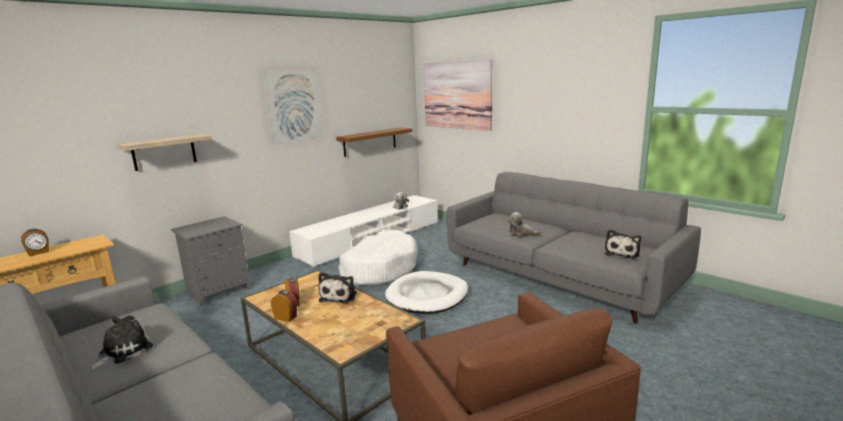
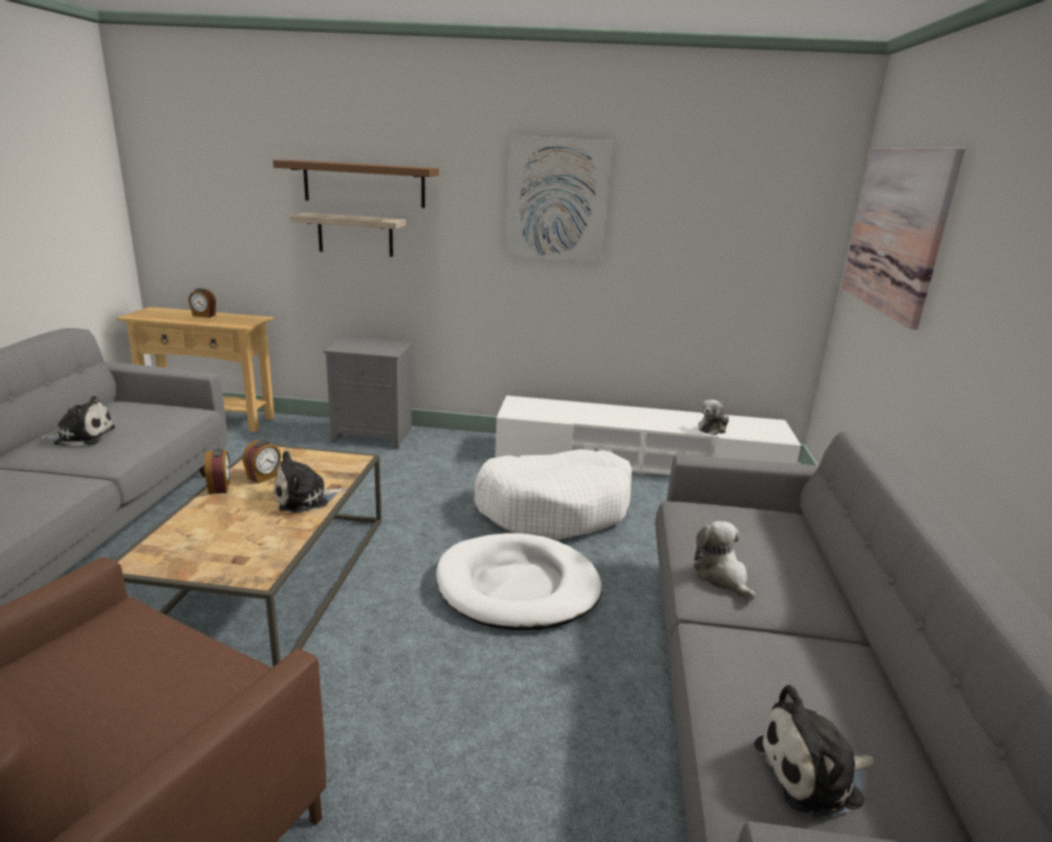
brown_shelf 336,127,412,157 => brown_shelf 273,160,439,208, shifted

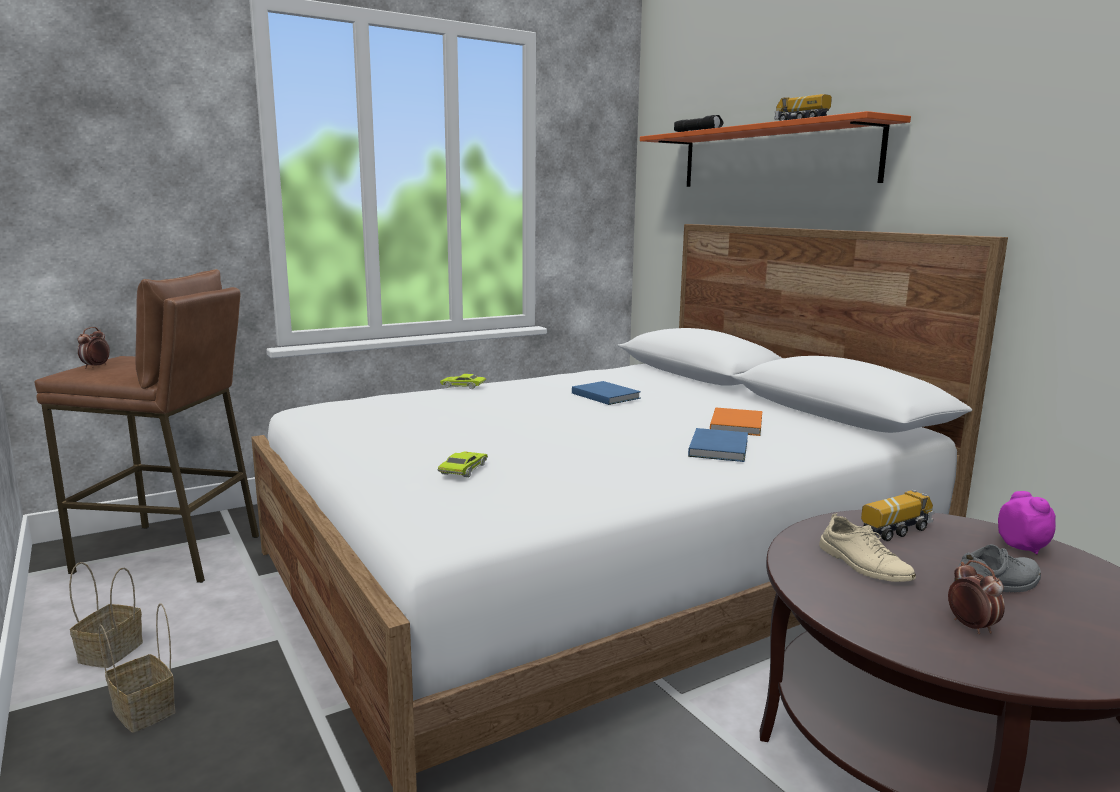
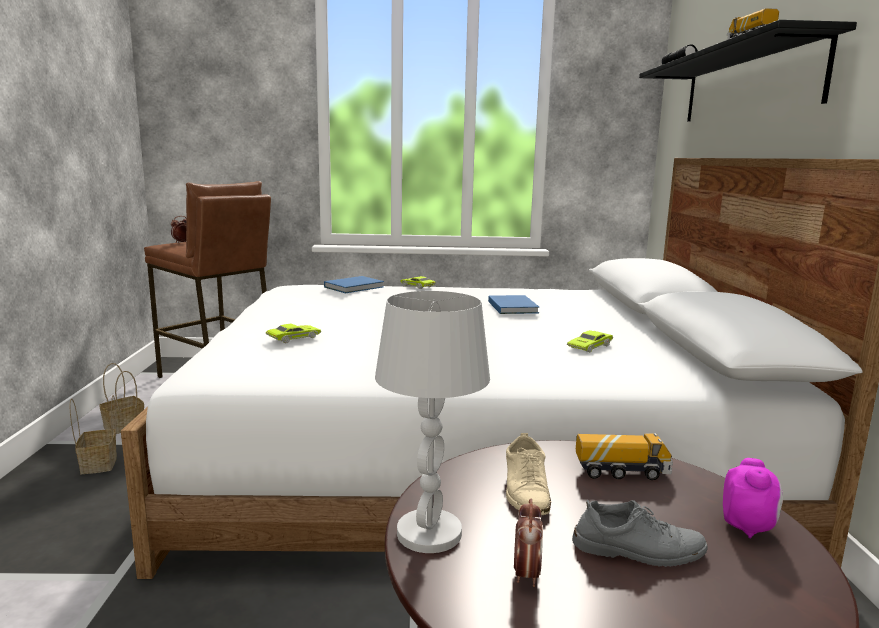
orange_shelf 640,111,911,187 => black_shelf 639,20,857,122
blue_book 688,428,748,462 => blue_book 324,276,384,293, shifted
orange_book 710,408,762,436 => green_toy_car 567,330,613,352
nothing => white_table_lamp 375,291,490,553

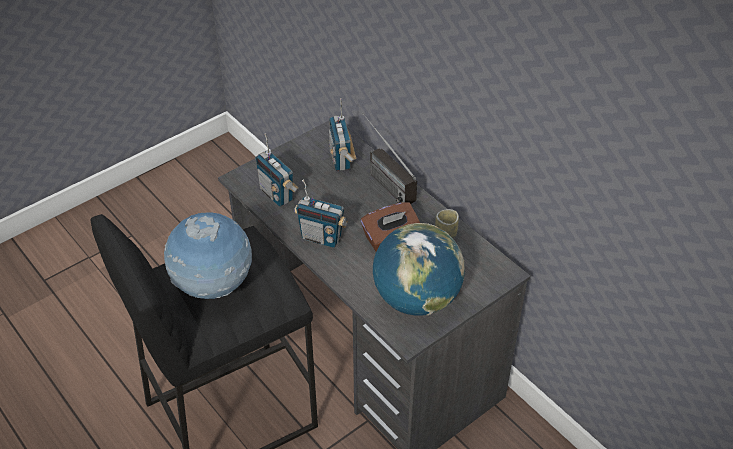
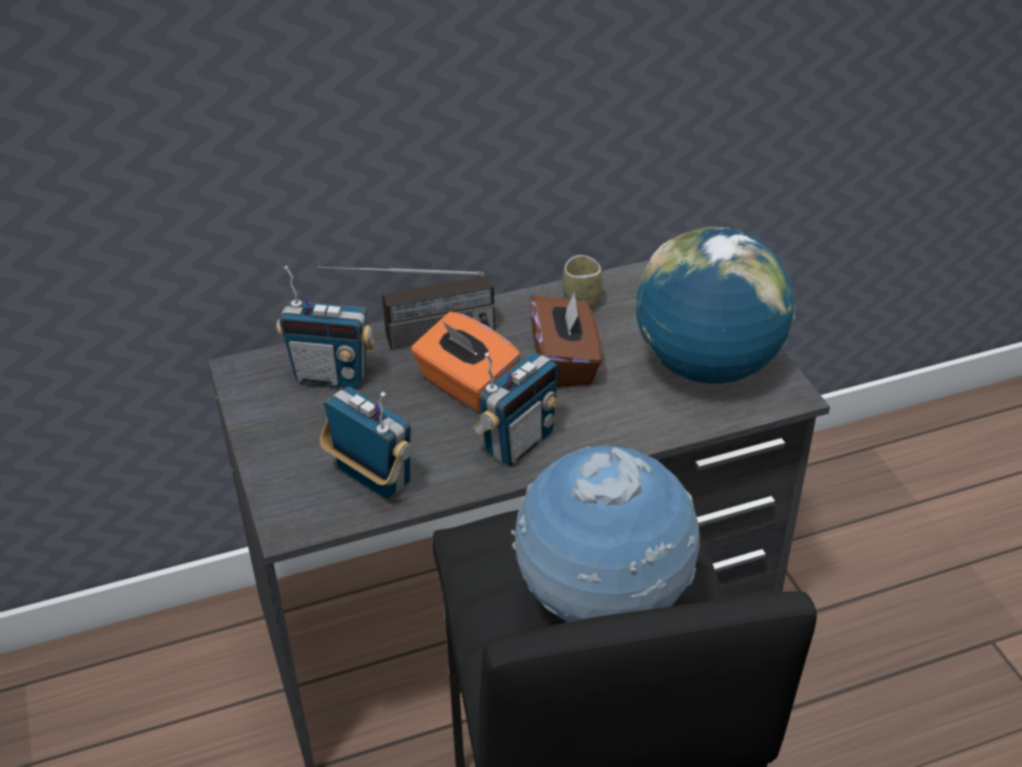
radio 255,133,299,207 => radio 320,386,412,500, 120 degrees counterclockwise
nothing => orange_tissue_box 411,312,521,411

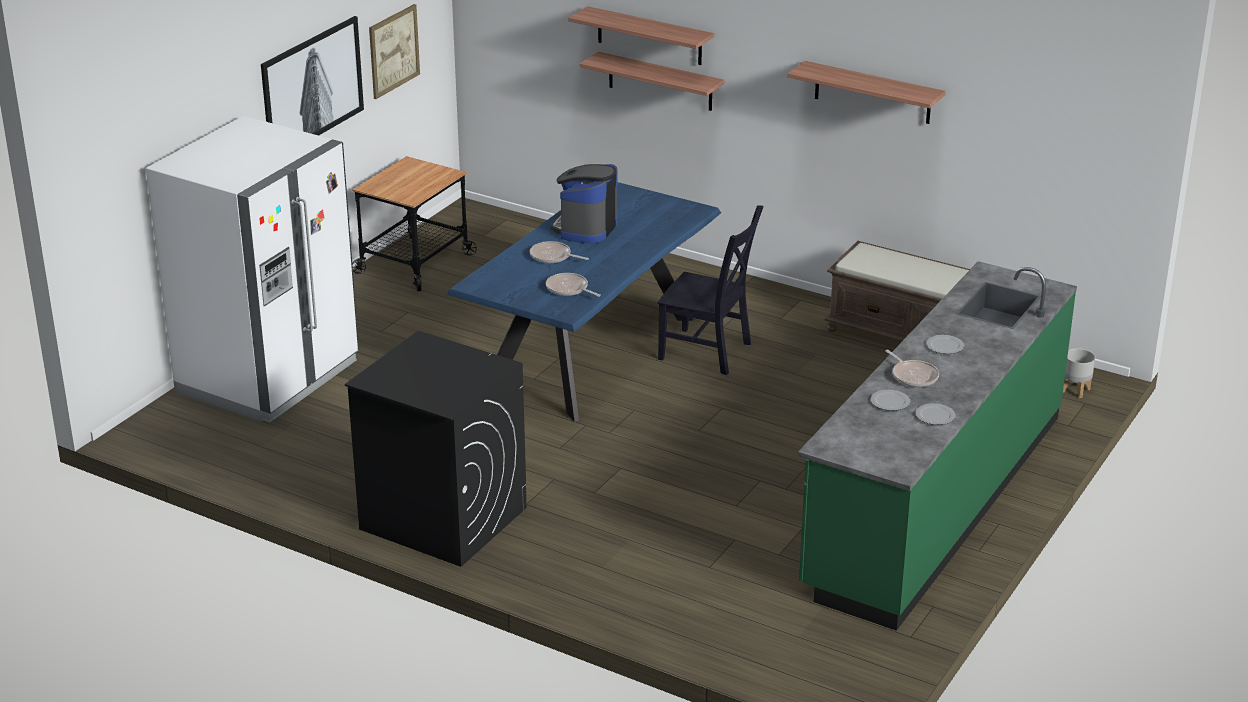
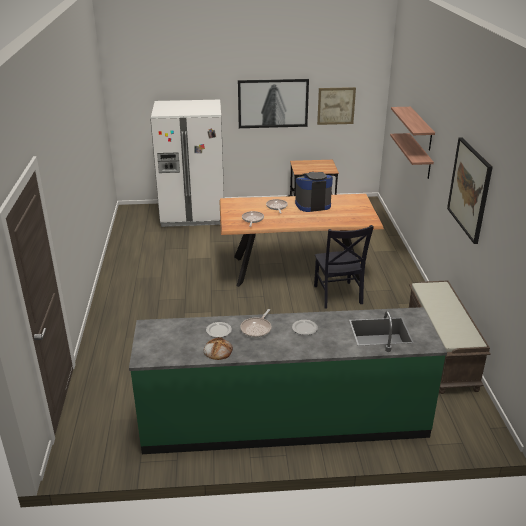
black_washing_machine 345,331,527,567 => nothing
blue_dining_table 447,182,721,422 => brown_dining_table 219,194,384,287
shelf 787,61,946,124 => picture 447,137,493,244
plate 916,403,956,425 => bread 204,337,233,360
grey_planter 1063,348,1095,398 => nothing

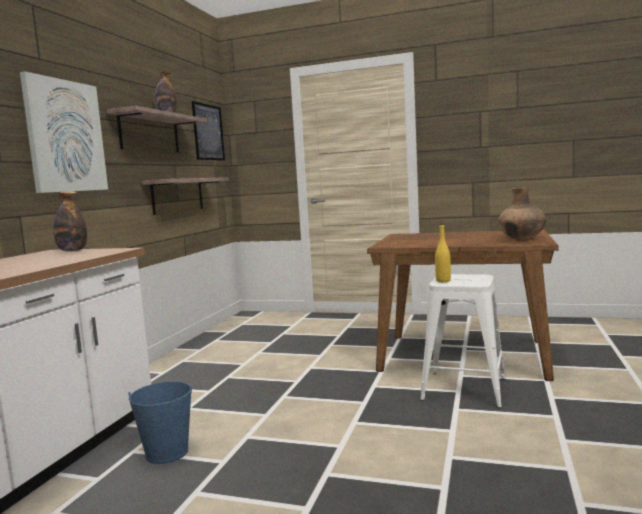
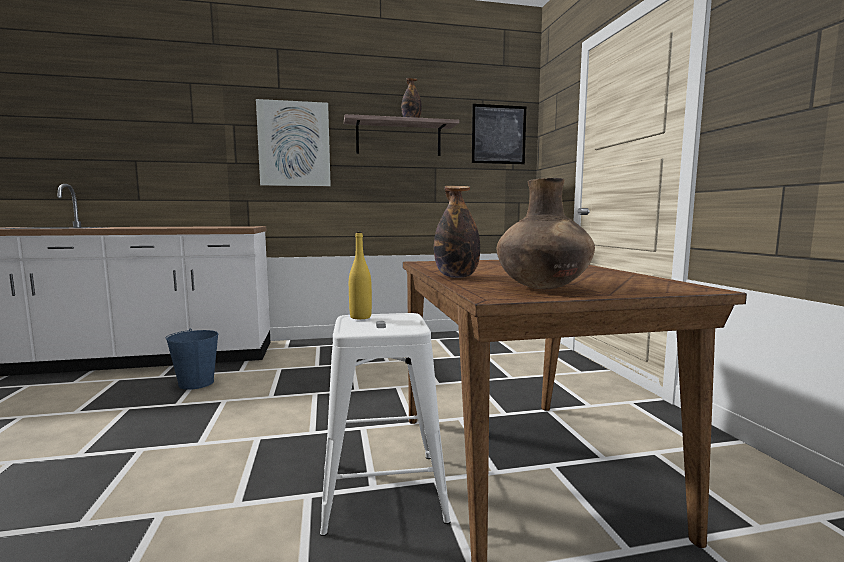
bottle 53,191,87,252 => bottle 434,186,480,278, shifted
shelf 142,177,229,215 => nothing

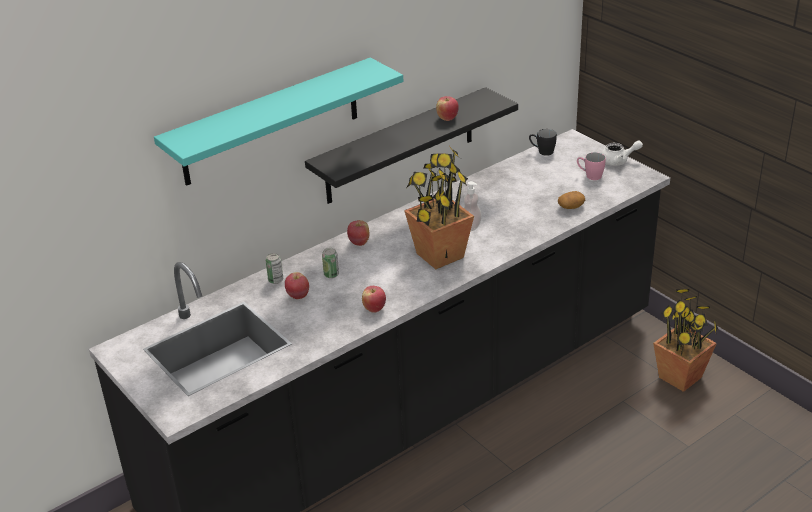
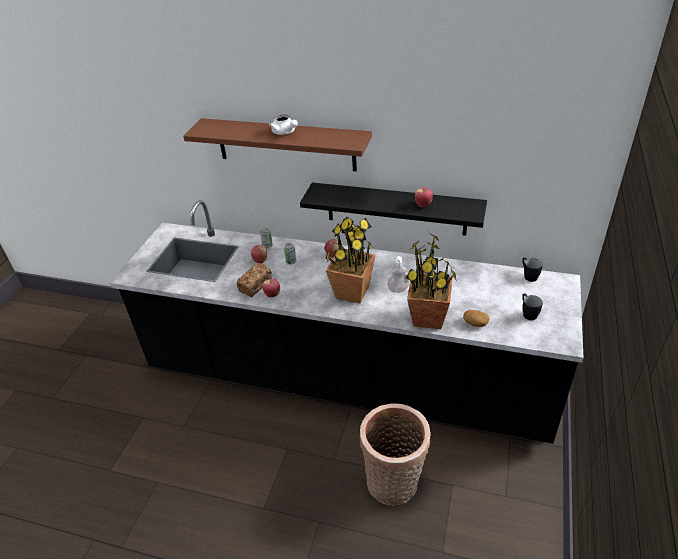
turquoise_shelf 154,58,403,186 => brown_shelf 183,118,372,171
pink_mug 577,152,606,180 => black_mug 522,293,543,320
white_teapot 601,140,643,166 => white_teapot 269,114,298,135, shifted
potted_plant 653,289,718,392 => potted_plant 406,232,457,329, shifted
nothing => bread 237,263,272,297
nothing => basket 360,403,431,506

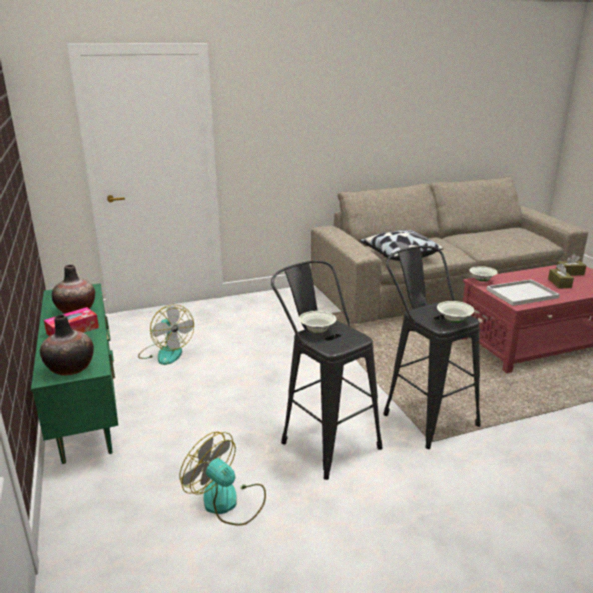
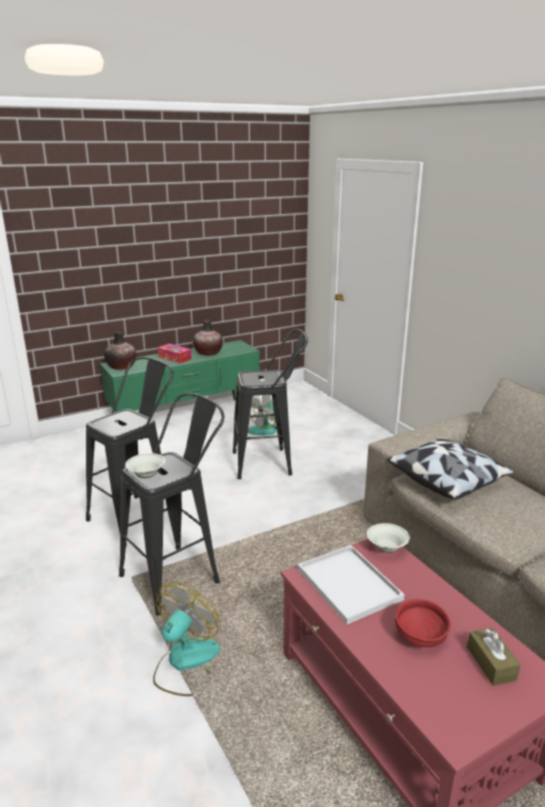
fan 179,432,266,526 => fan 153,582,220,696, shifted
white_bowl 299,311,336,333 => nothing
brown_tissue_box 548,263,574,288 => red_bowl 395,599,451,647
nothing => black_stool 233,329,308,479

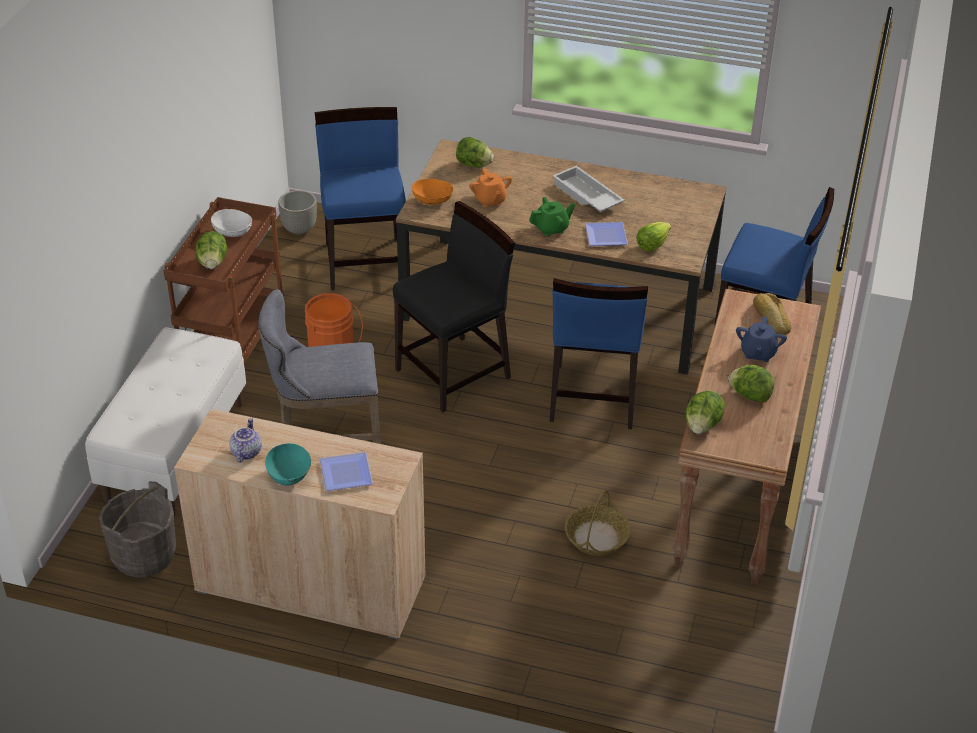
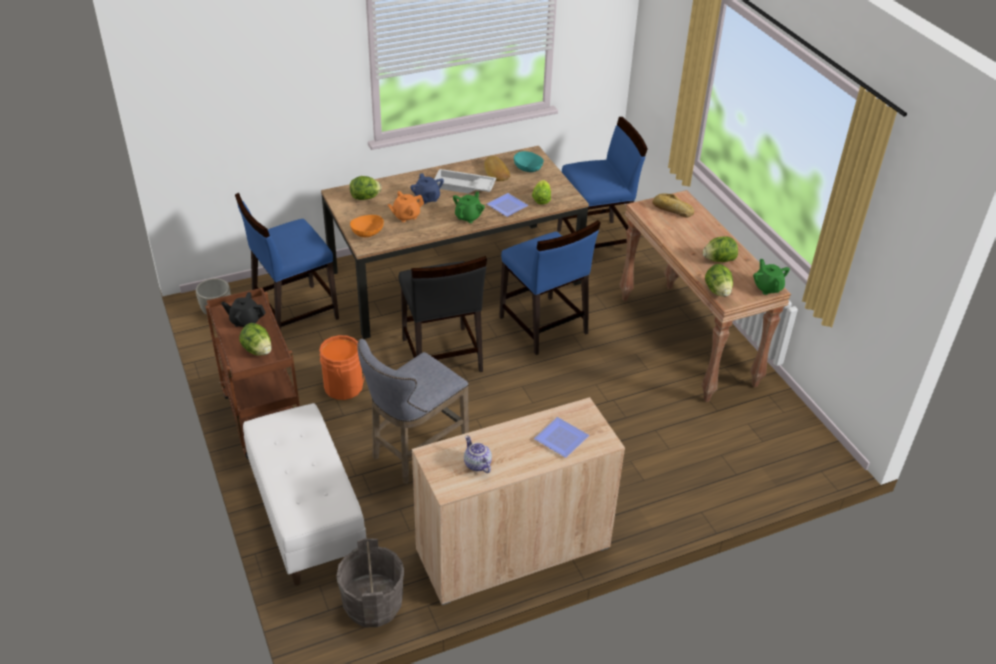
white_bowl 211,209,252,237 => black_teapot 221,292,266,327
turquoise_bowl 265,443,311,485 => turquoise_bowl 514,151,544,172, shifted
blue_chair 315,107,406,290 => blue_chair 235,193,339,331, 75 degrees counterclockwise
black_chair 393,201,515,412 => black_chair 398,256,487,372, 150 degrees clockwise
orange_teapot 469,168,512,207 => orange_teapot 388,191,424,222, 120 degrees clockwise
basket 565,490,630,556 => nothing
blue_teapot 736,317,787,362 => blue_teapot 410,173,444,204, shifted
nothing => bread 484,156,510,181
nothing => green_teapot 753,259,790,295

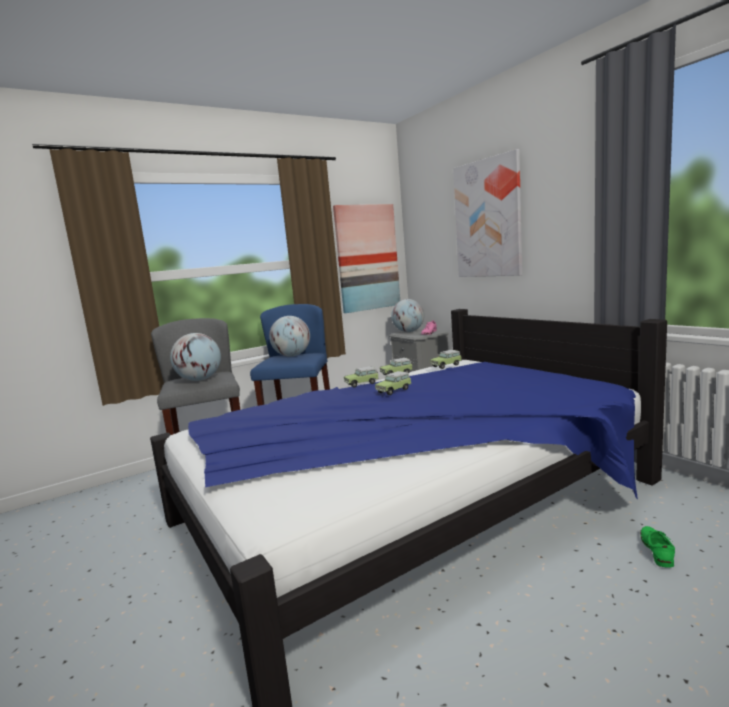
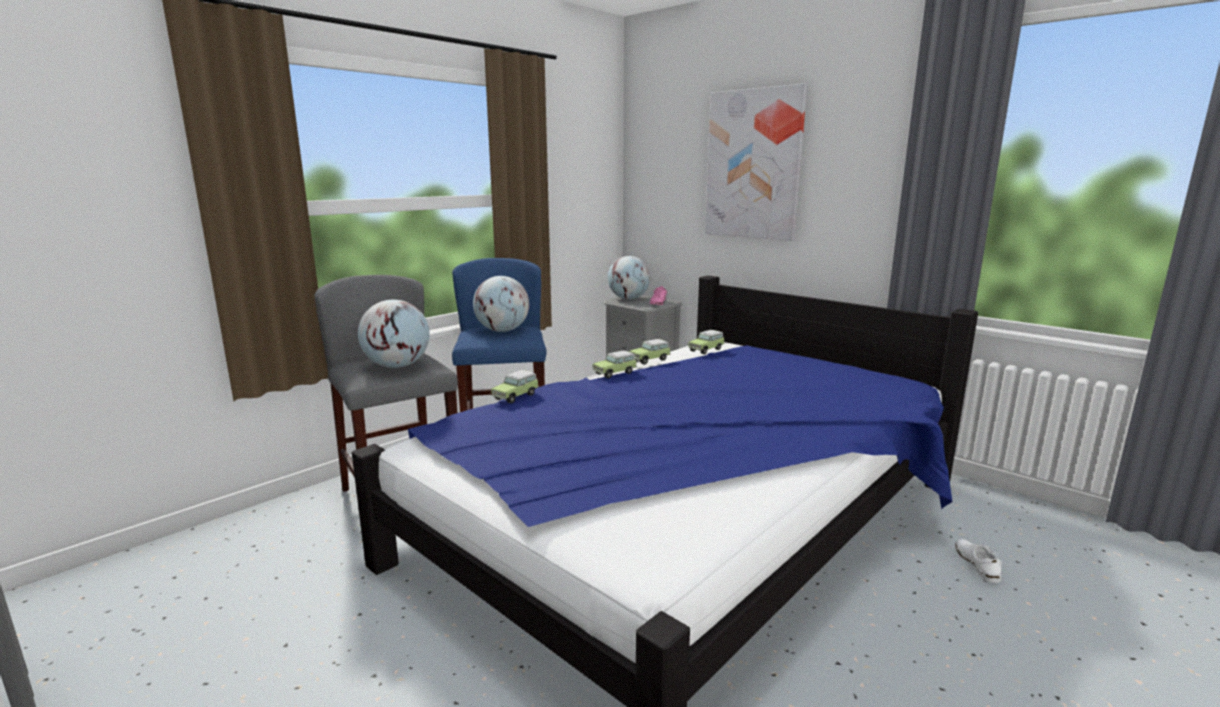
picture 333,204,400,313 => nothing
toy_car 375,371,412,395 => toy_car 491,370,539,404, shifted
green_shoe 640,526,675,568 => white_shoe 955,539,1002,583

